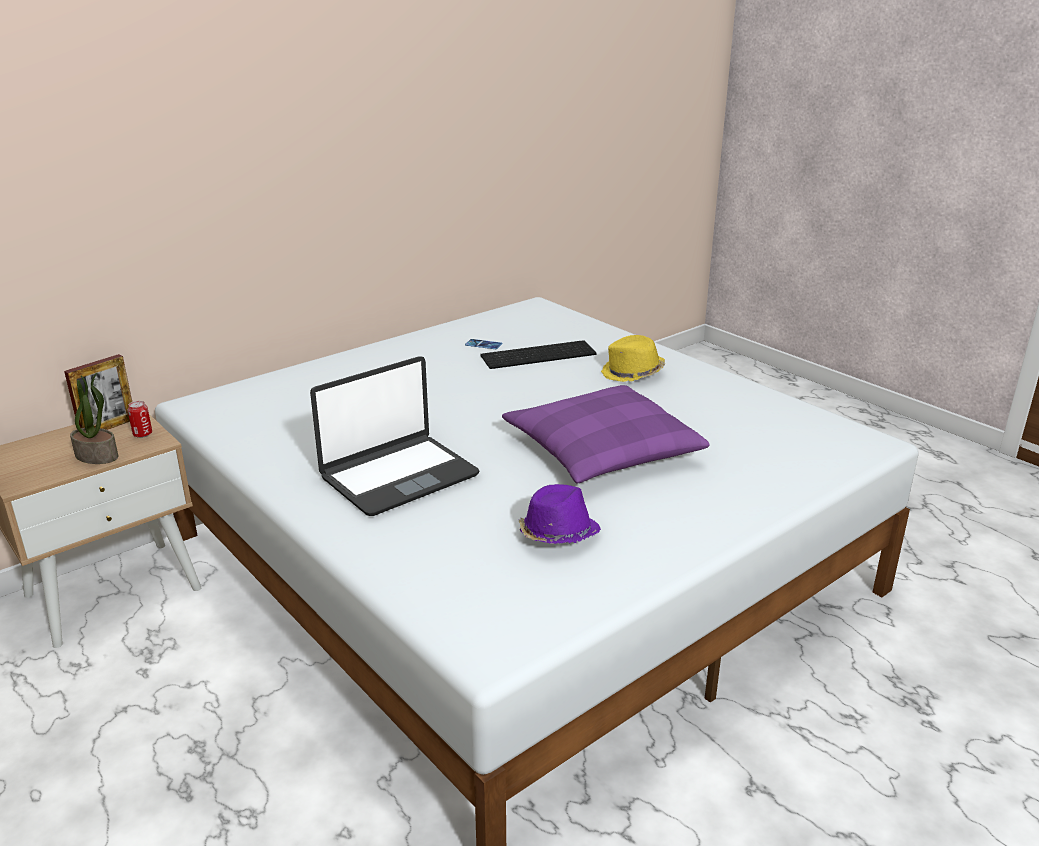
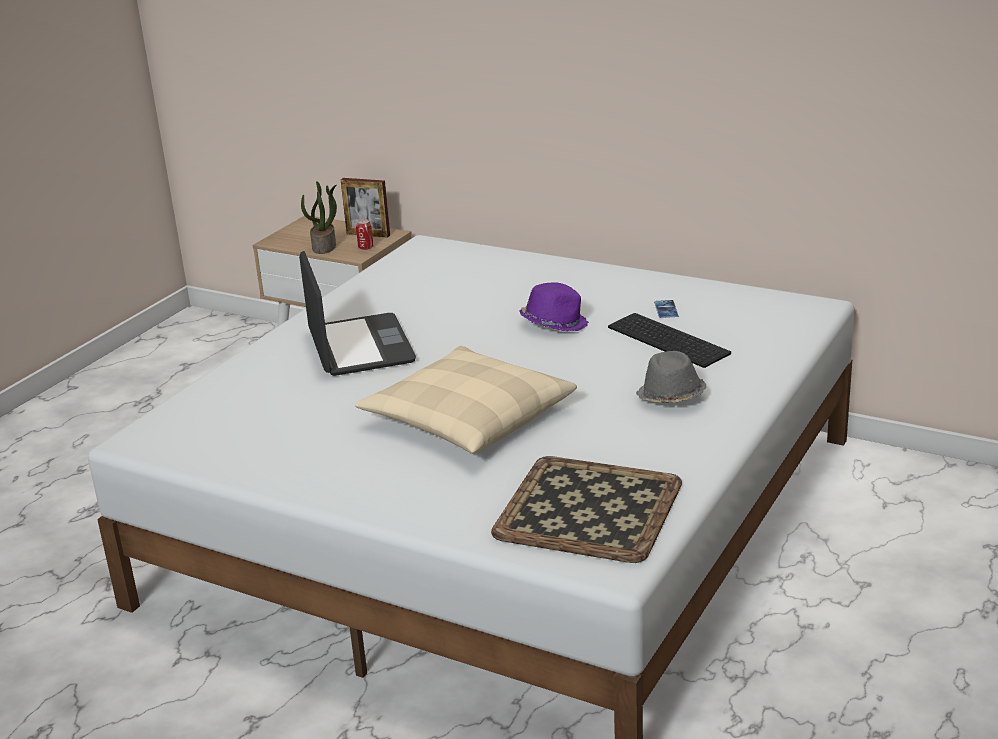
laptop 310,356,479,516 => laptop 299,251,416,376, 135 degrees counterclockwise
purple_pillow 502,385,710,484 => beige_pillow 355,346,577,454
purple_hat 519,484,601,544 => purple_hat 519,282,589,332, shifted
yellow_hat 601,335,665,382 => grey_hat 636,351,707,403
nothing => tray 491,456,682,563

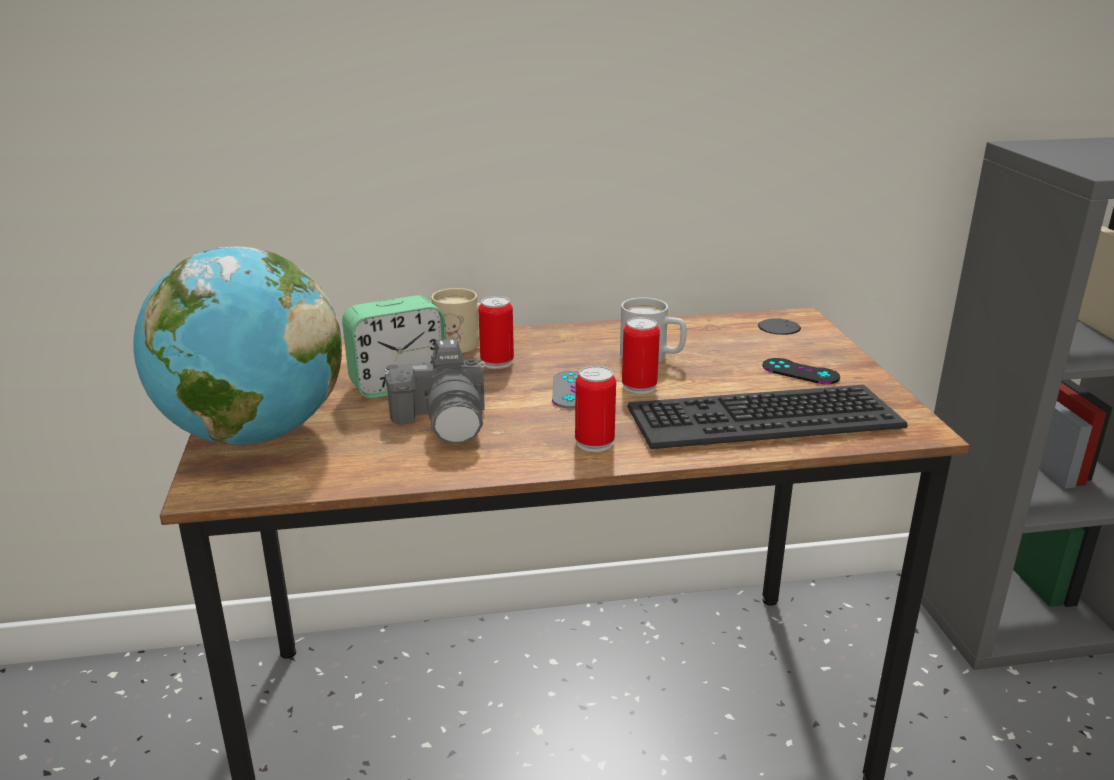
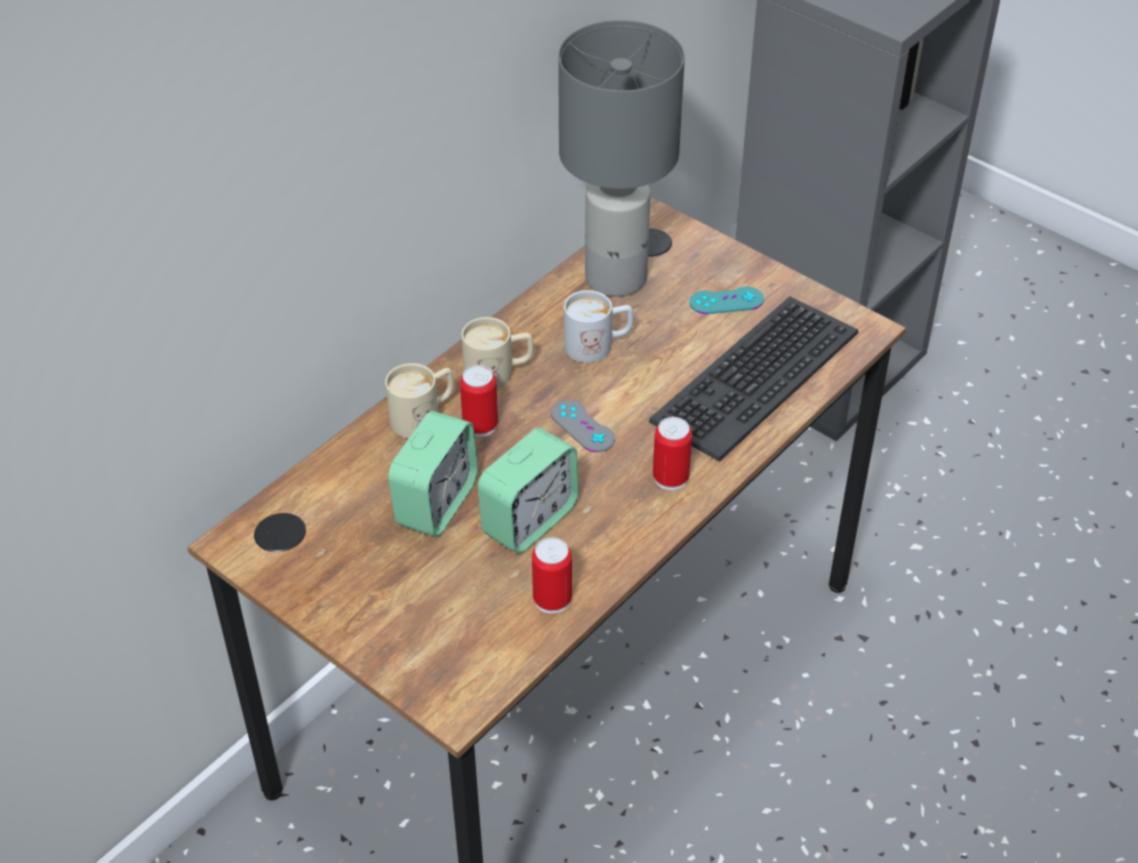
globe 133,246,342,445 => nothing
photo_camera 384,339,485,444 => alarm_clock 478,428,579,554
can 622,317,660,394 => can 532,537,572,614, shifted
black_game_controller 763,358,840,384 => turquoise_game_controller 689,286,764,314
nothing => beige_mug 461,317,534,389
nothing => grey_table_lamp 558,20,685,297

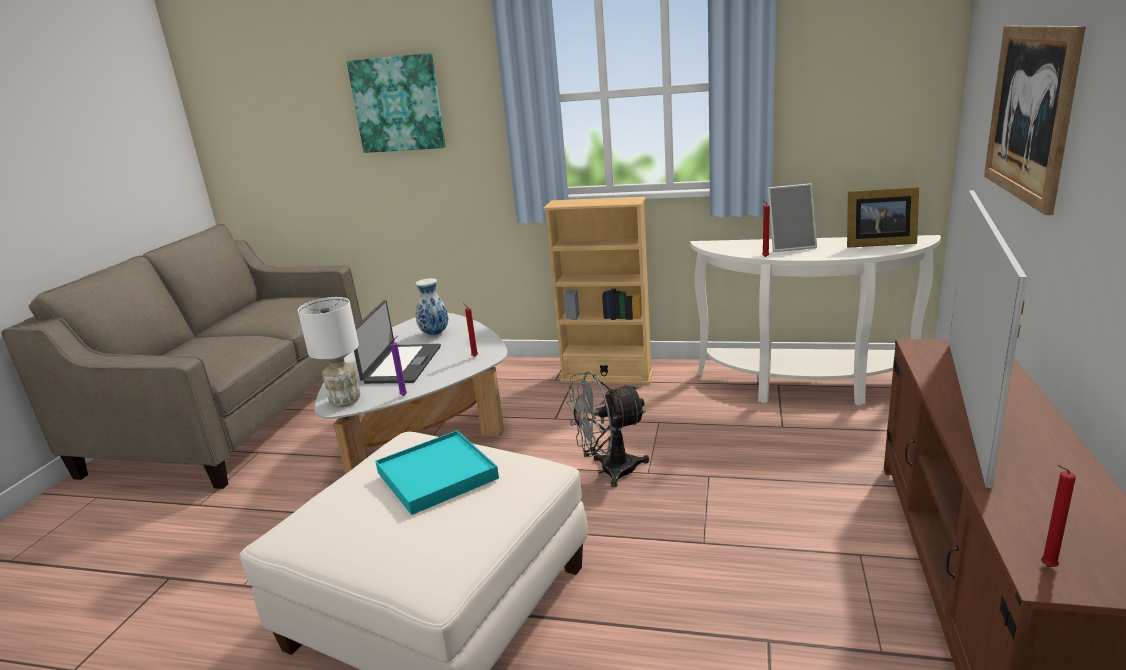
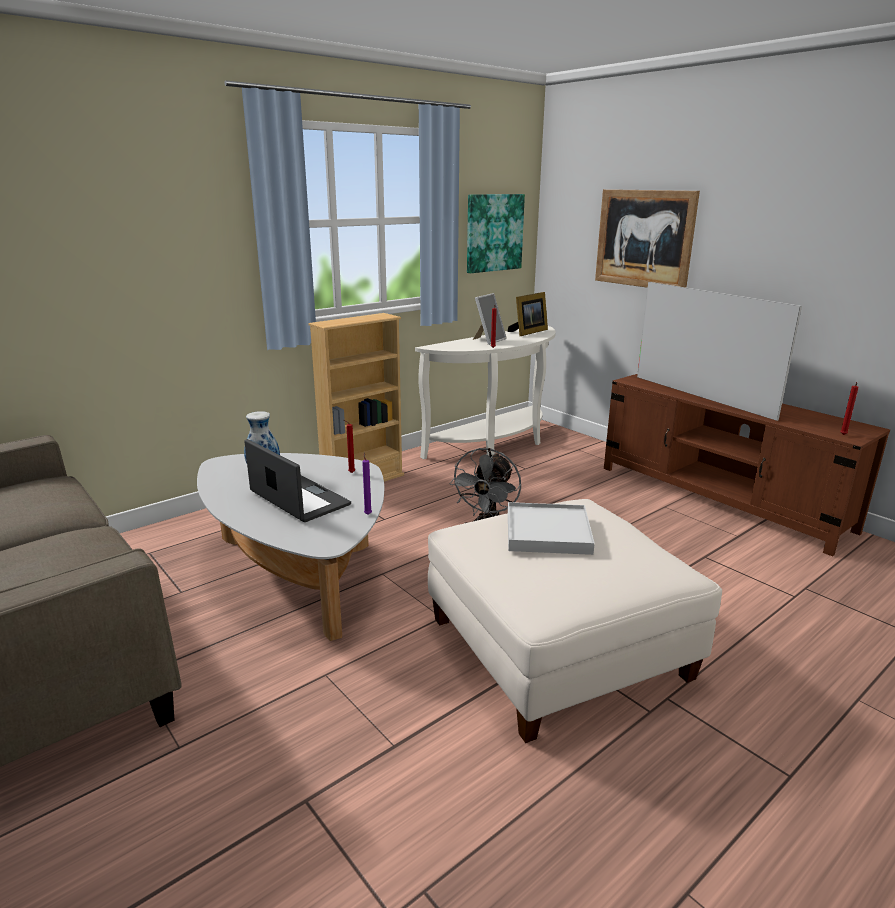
white_table_lamp 298,297,360,407 => nothing
picture 347,53,446,153 => picture 467,194,525,273, shifted
turquoise_tray 375,430,499,515 => white_tray 508,502,595,555

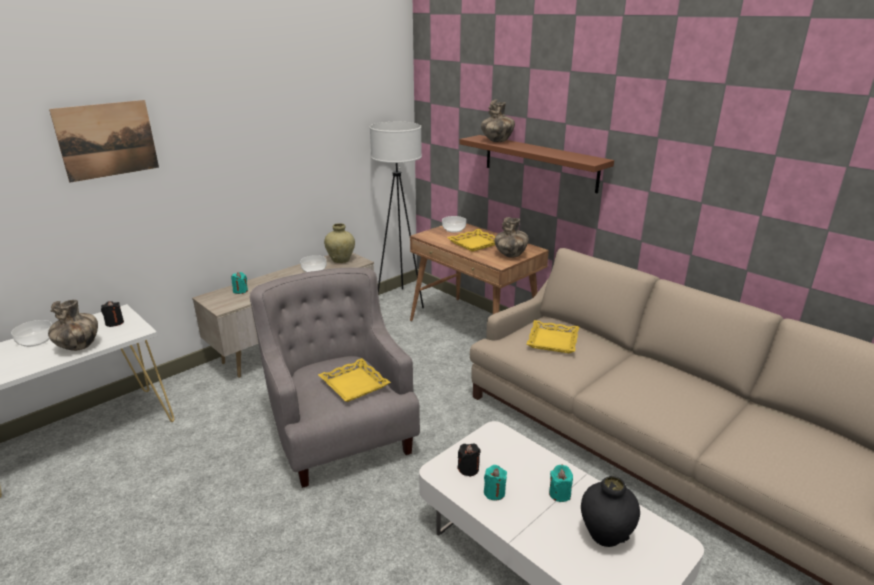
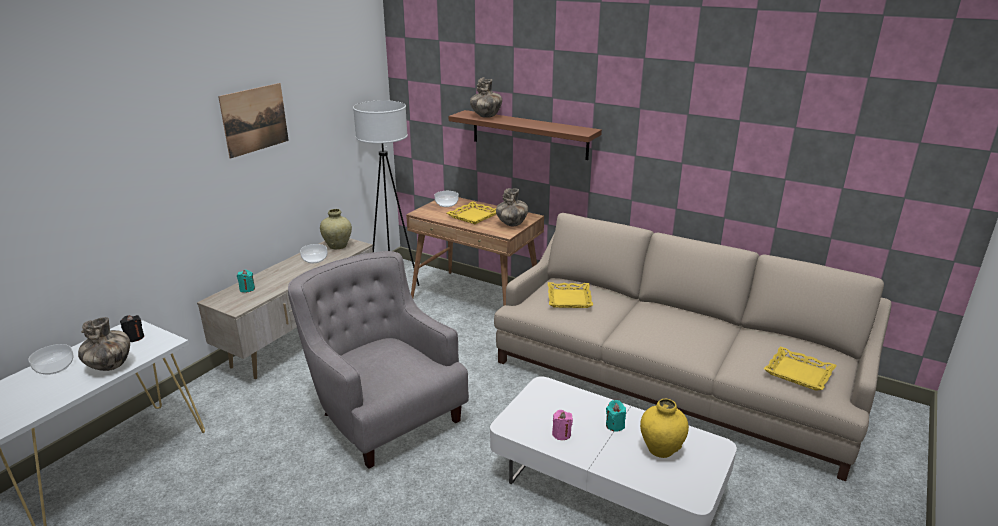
picture 49,100,159,182 => picture 218,83,289,159, shifted
yellow_tray 318,358,391,402 => yellow_tray 764,347,837,391, shifted
black_candle 457,444,480,477 => nothing
turquoise_candle 484,465,507,501 => pink_candle 552,410,573,440
black_vase 581,476,640,547 => yellow_vase 640,399,689,458

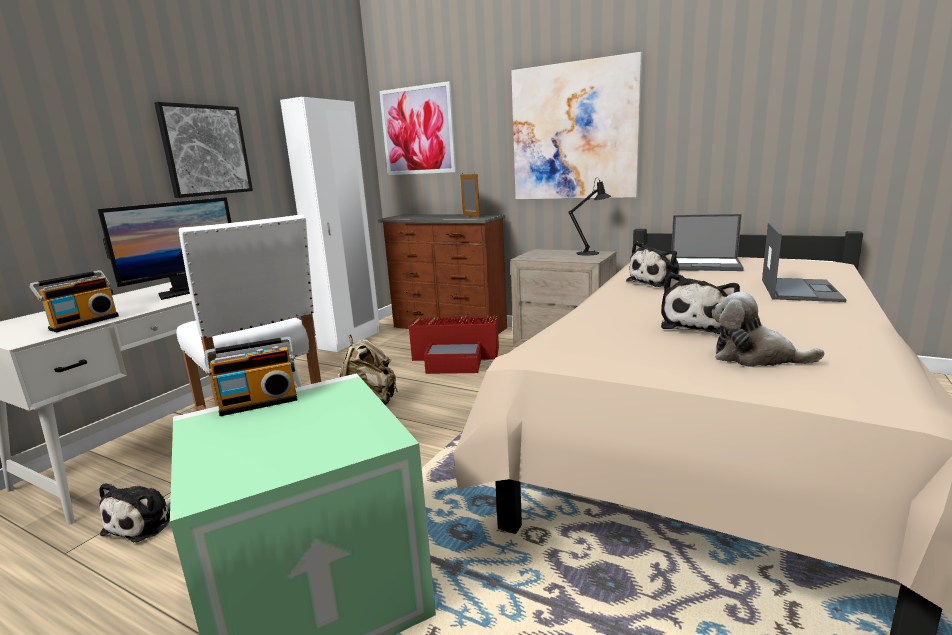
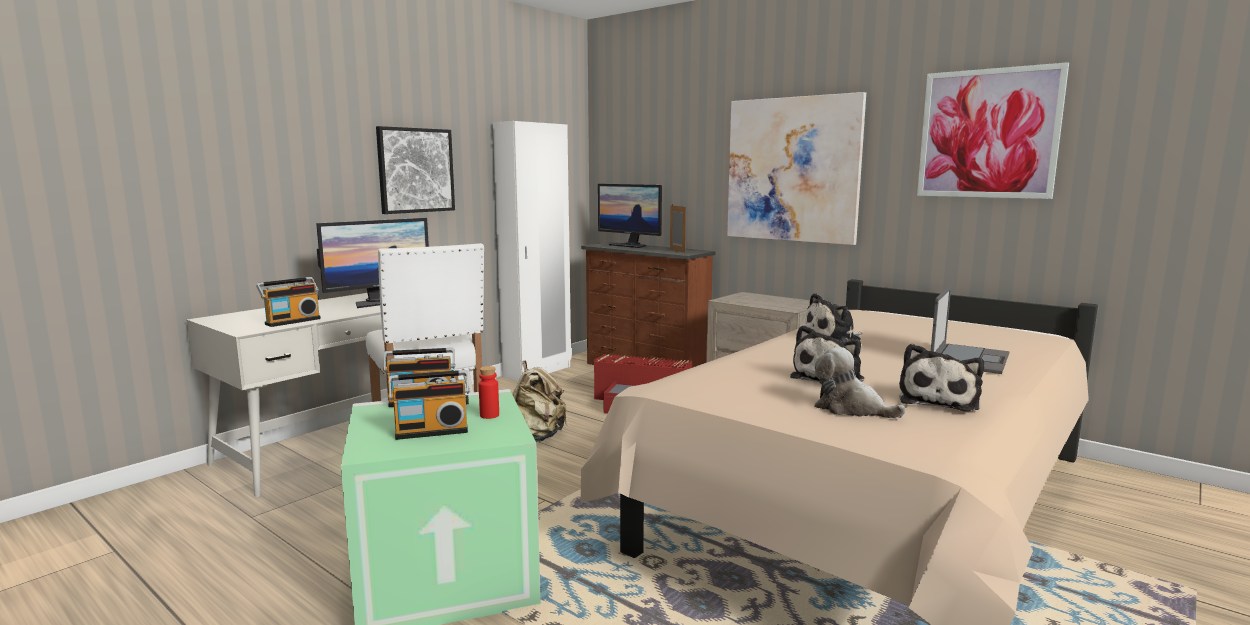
plush_toy 99,483,171,542 => plush_toy 899,344,984,411, shifted
picture 379,81,456,175 => picture 917,62,1069,199, shifted
black_table_lamp 568,178,611,256 => nothing
laptop 671,214,744,271 => nothing
nothing => radio 389,370,470,440
nothing => red_bottle 479,366,499,419
nothing => monitor 598,184,662,248

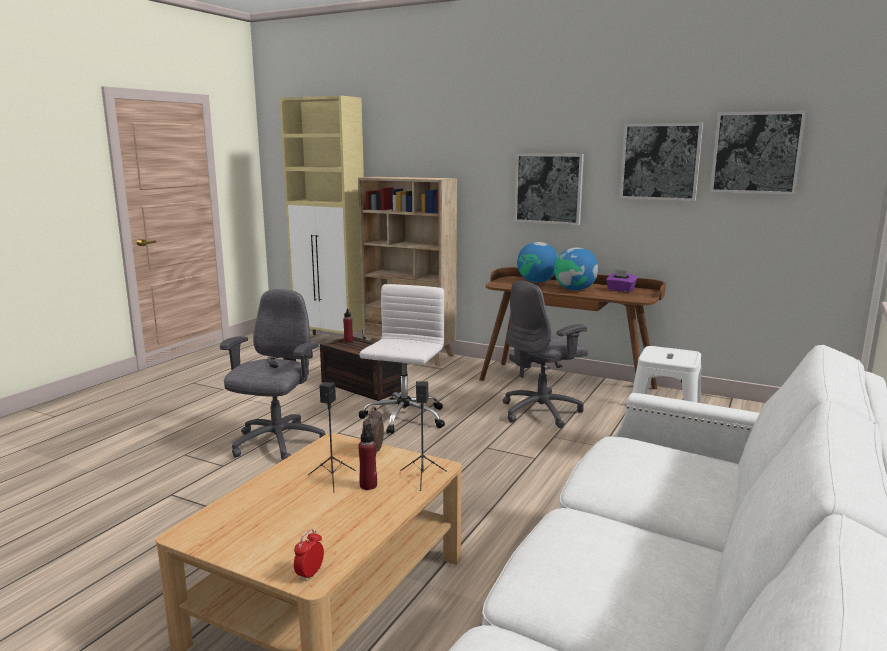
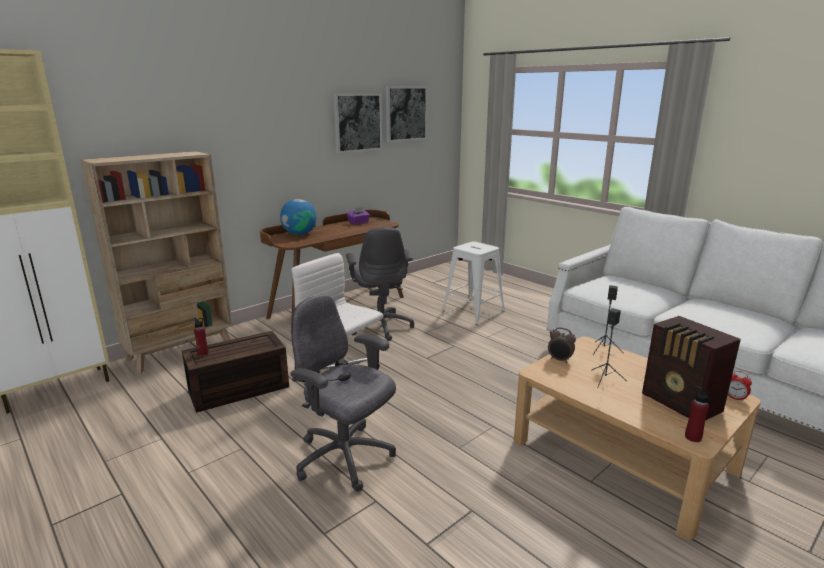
red_bottle 358,424,377,490 => red_bottle 685,386,709,442, shifted
picture 514,153,584,225 => nothing
globe 554,248,598,290 => nothing
nothing => radio 642,316,741,421

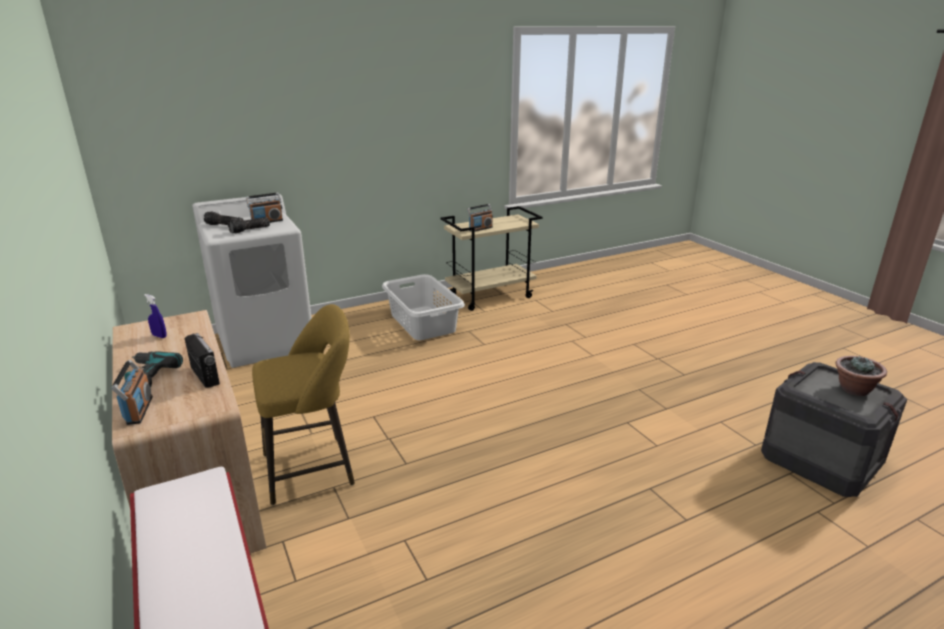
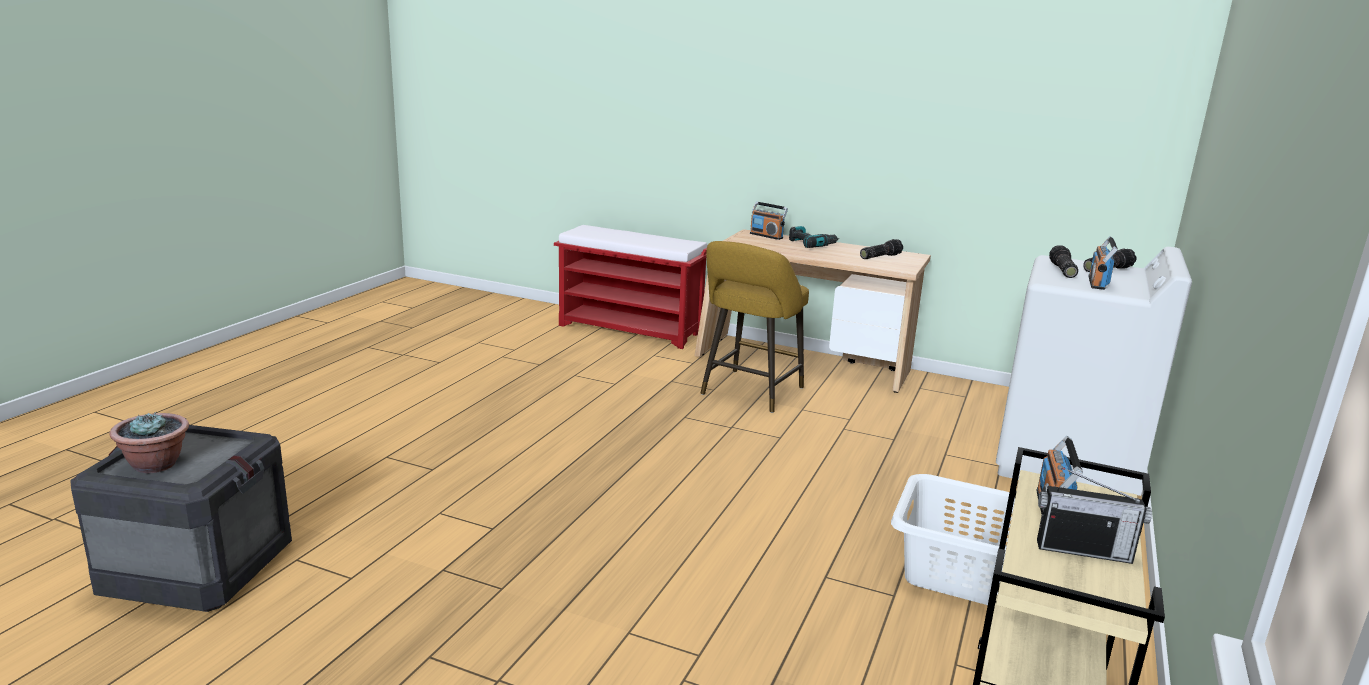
blue_spray_bottle 144,294,167,338 => flashlight 860,239,903,259
radio 184,333,220,388 => radio 1037,467,1152,564, shifted

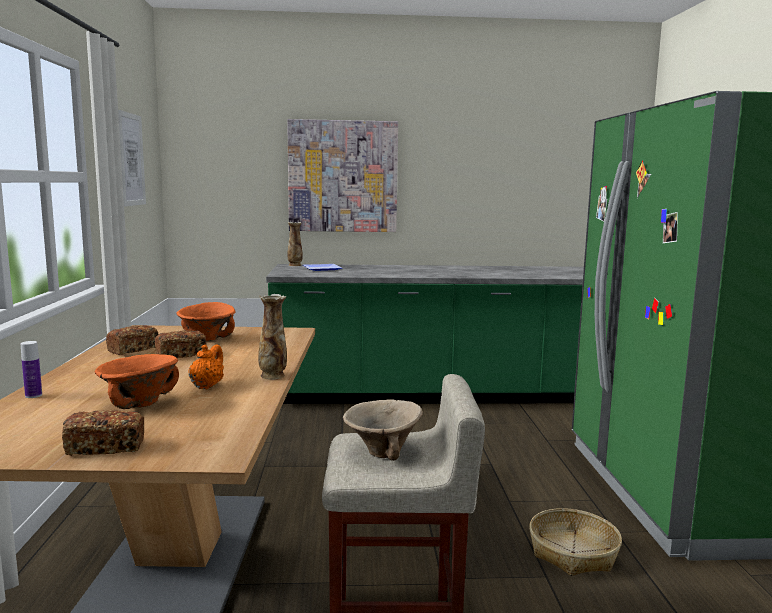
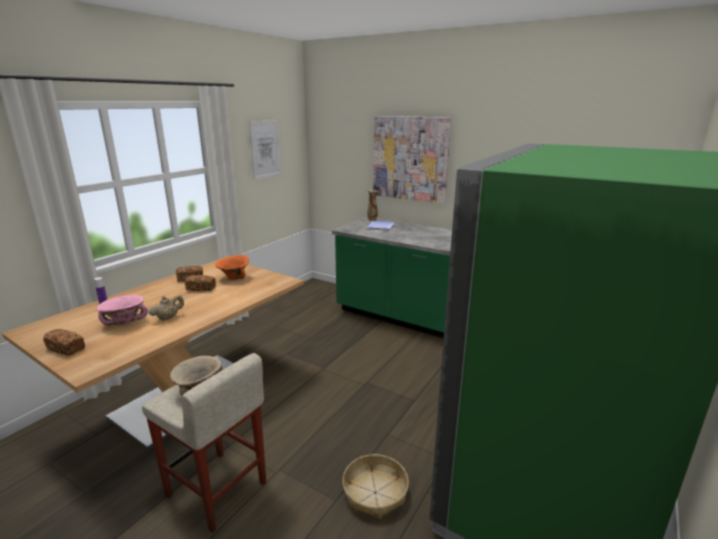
orange_bowl 95,354,179,409 => pink_bowl 96,295,148,326
orange_teapot 188,344,224,390 => beige_teapot 149,295,184,321
vase 258,294,287,379 => nothing

